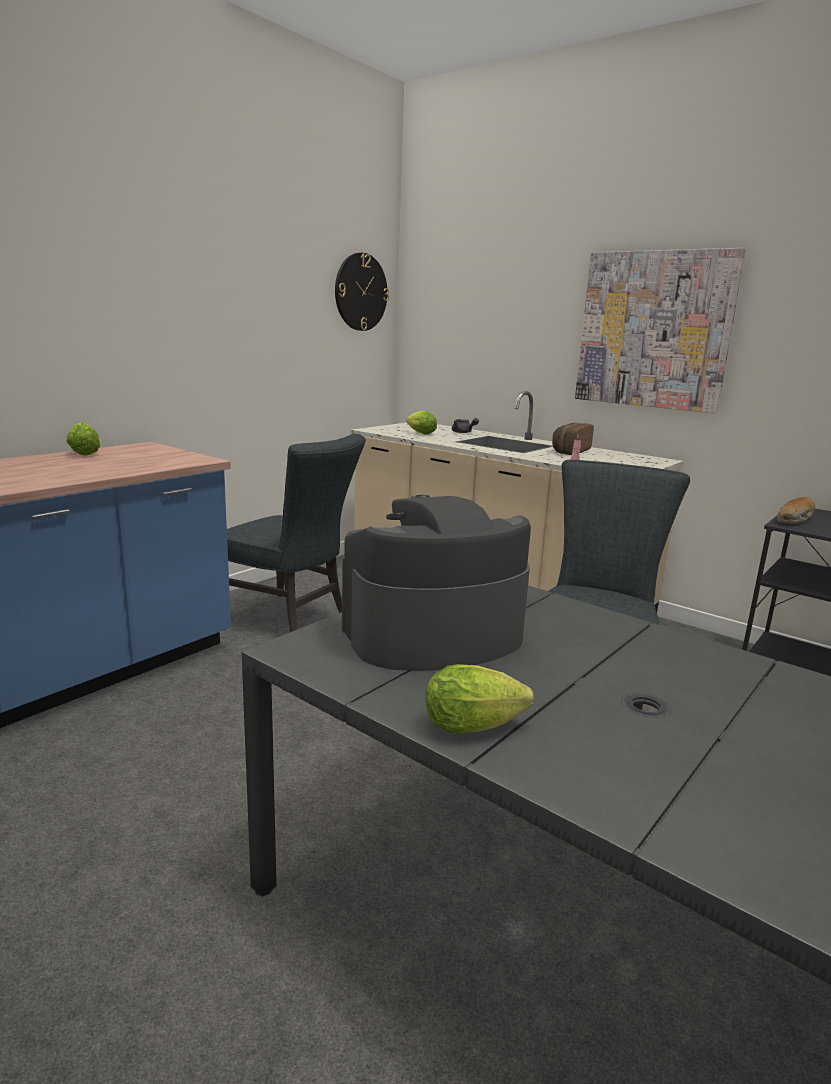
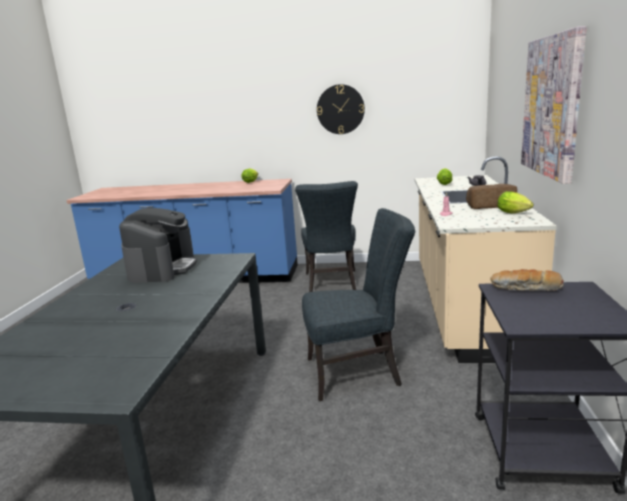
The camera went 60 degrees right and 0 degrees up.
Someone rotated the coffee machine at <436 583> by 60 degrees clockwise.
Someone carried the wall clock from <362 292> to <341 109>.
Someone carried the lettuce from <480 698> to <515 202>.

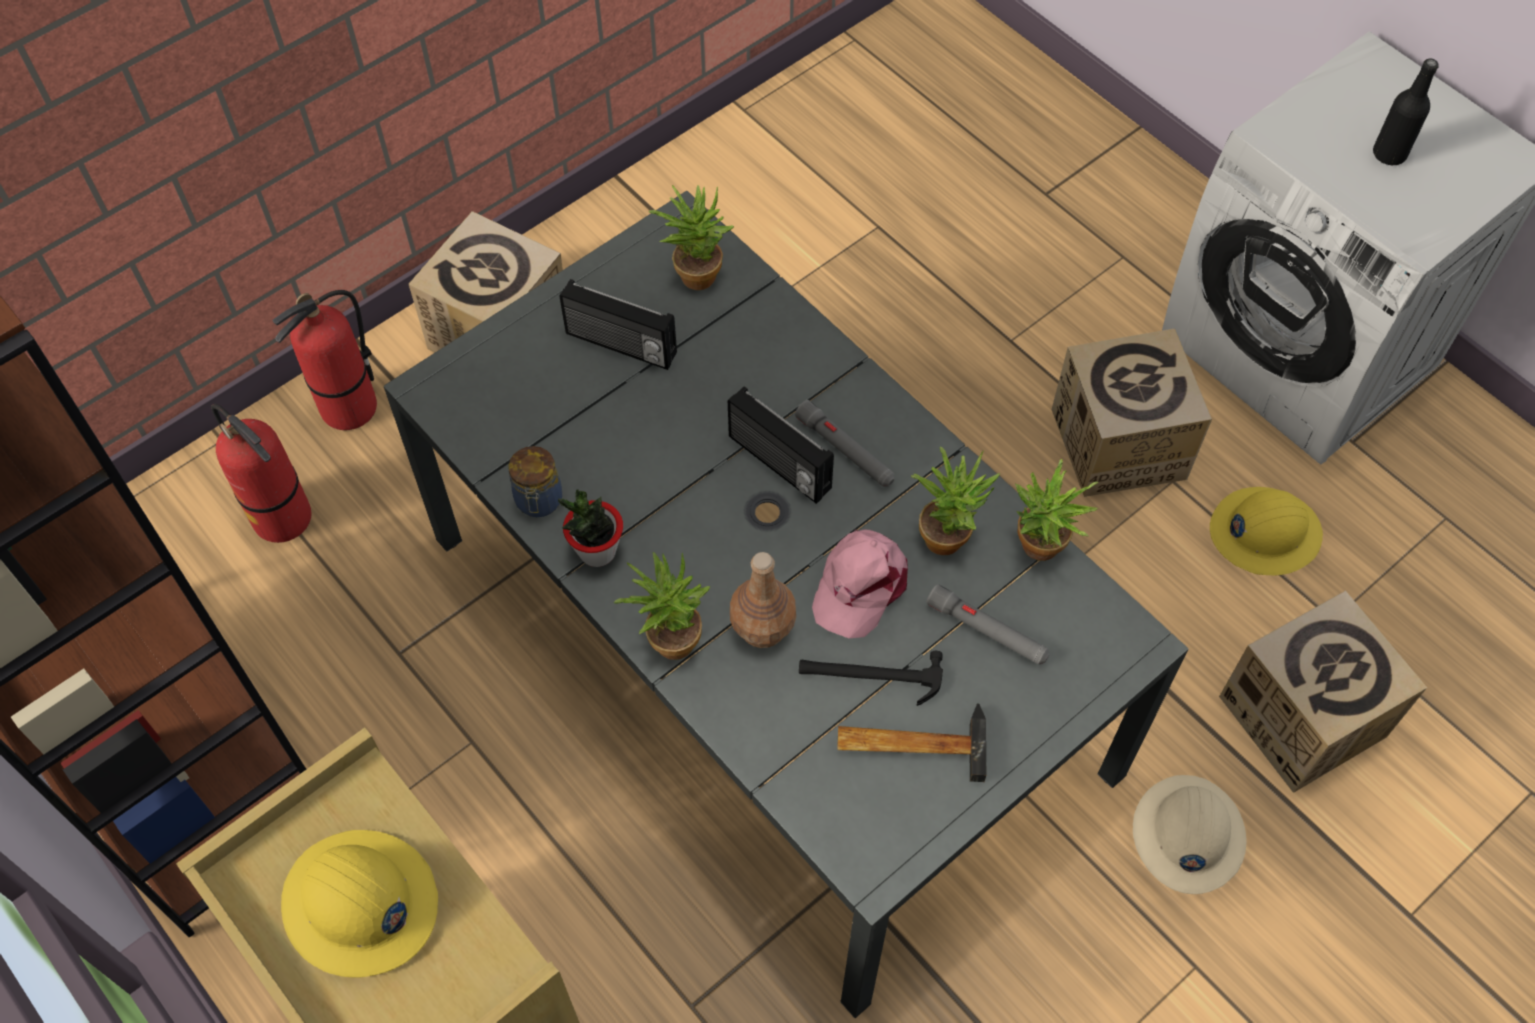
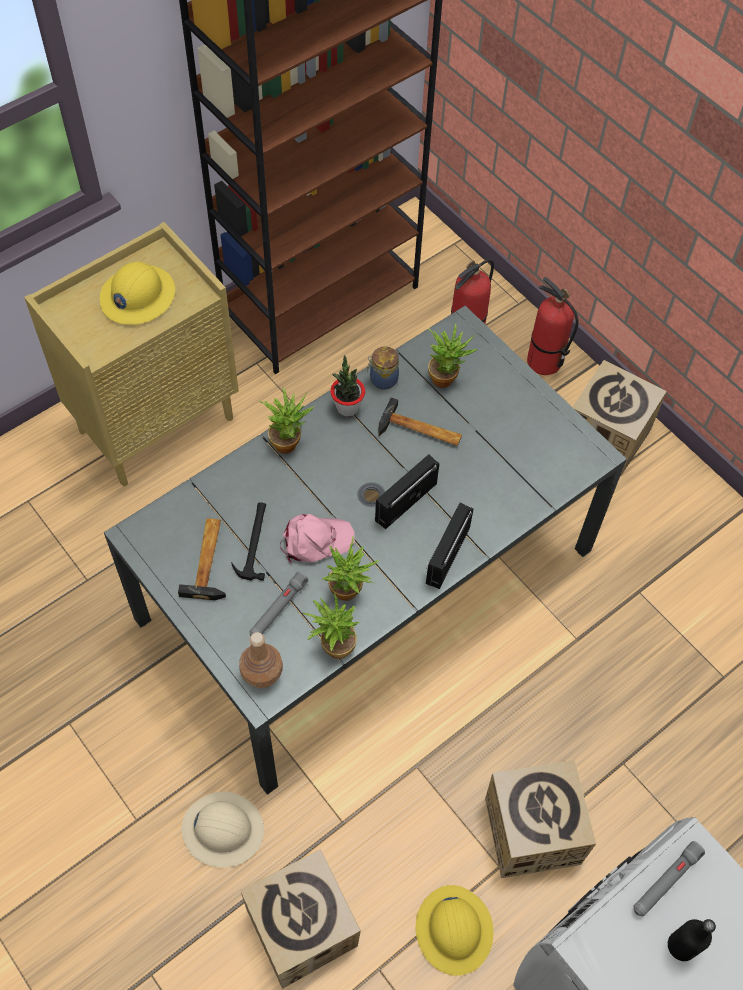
The camera went 90 degrees right and 0 degrees up.
Someone carried the bottle (brown) from <763 600> to <261 660>.
Someone rotated the cap (pink) at <860 583> by 135 degrees clockwise.
Someone put down the hammer at <420 421>.
Someone carried the radio from <618 324> to <449 546>.
Someone carried the potted plant from <691 237> to <453 356>.
Someone carried the flashlight (grey) from <845 443> to <669 878>.

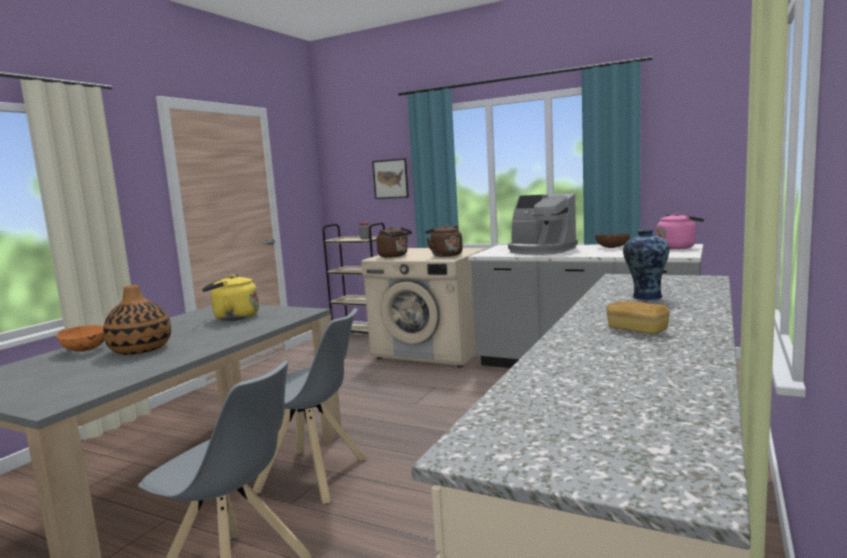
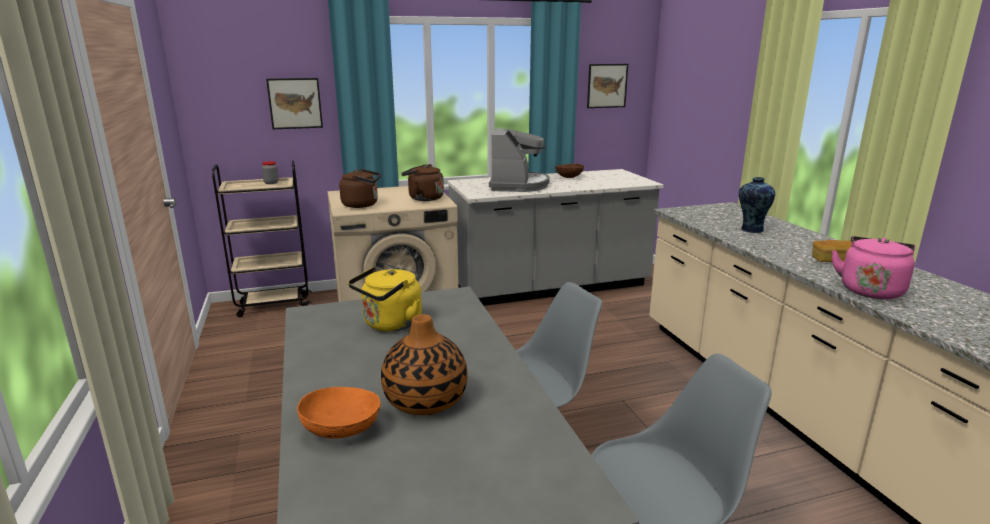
The camera went 45 degrees left and 10 degrees up.
Someone rotated the coffee machine at <543 224> by 75 degrees counterclockwise.
Someone put up the picture at <607 86>.
Someone carried the kettle (pink) from <680 231> to <873 267>.

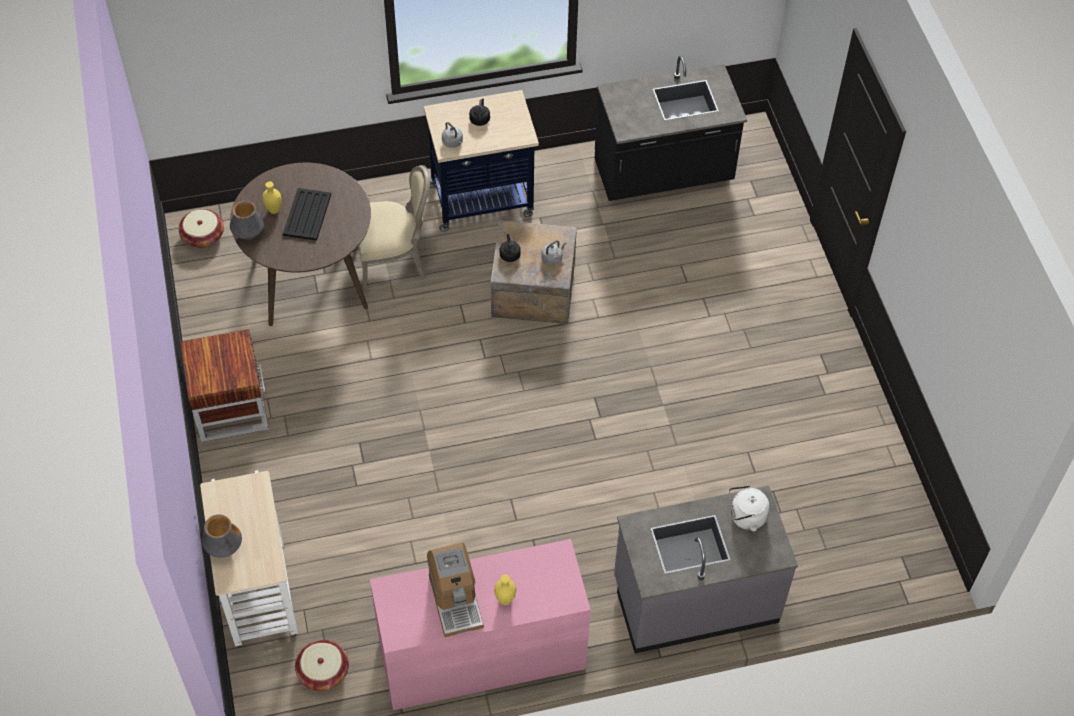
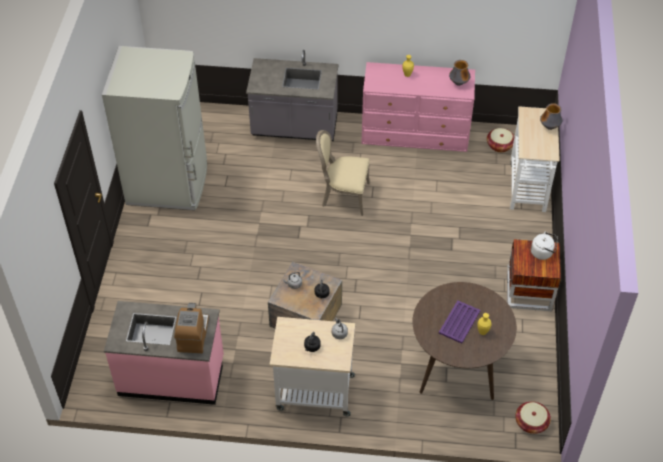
The camera went 160 degrees left and 5 degrees down.
Someone put down the fridge (white) at <154 128>.
Someone repainted the counter (black) at <671 128>, which became the counter (pink) at <164 353>.
Someone carried the coffee machine from <455 590> to <191 328>.
Someone repainted the cart (blue) at <481 161>, which became the cart (white) at <312 366>.
Someone carried the chair (beige) from <394 228> to <343 173>.
Someone repainted the tray (black) at <307 214>, which became the tray (purple) at <460 322>.
Someone carried the vase from <247 220> to <459 73>.
Someone carried the kettle (white) from <749 508> to <544 246>.

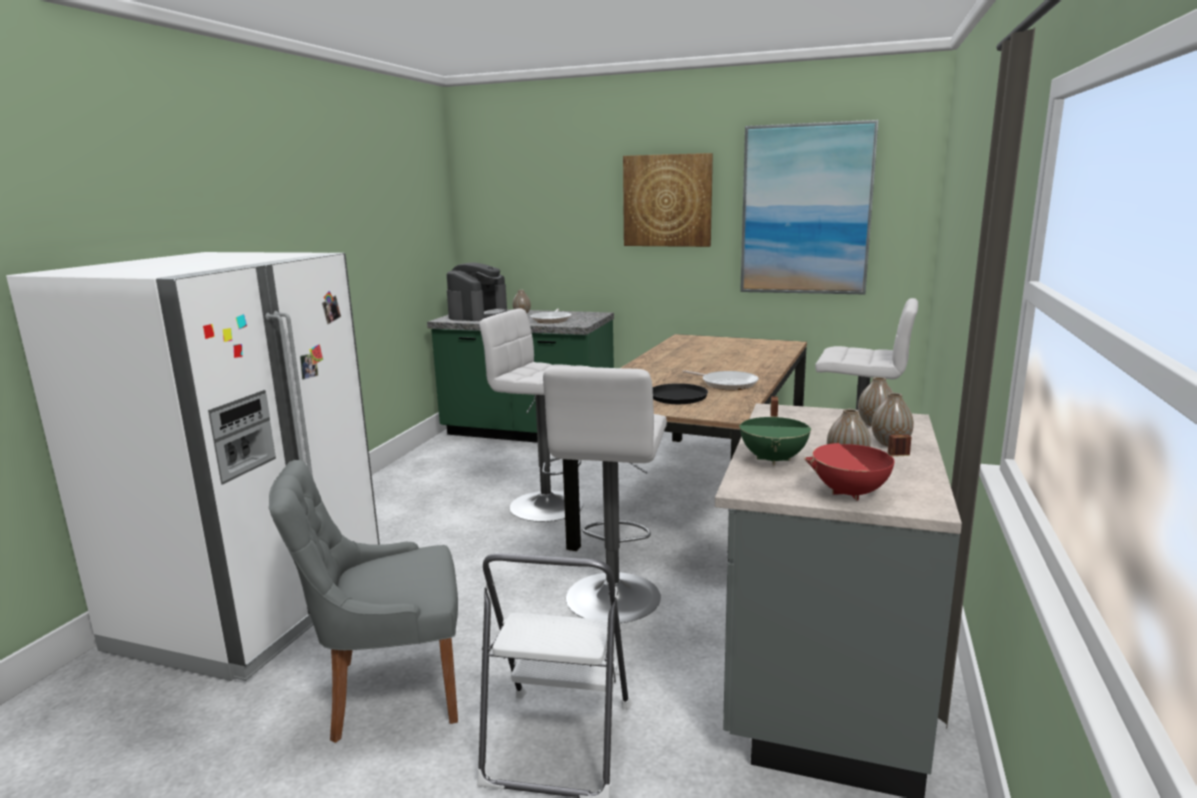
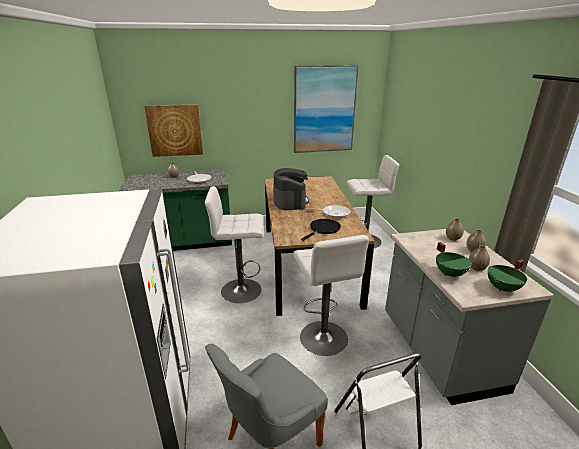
The camera went 30 degrees left and 10 degrees up.
Someone carried the picture from <668 200> to <173 130>.
Someone carried the coffee machine from <477 291> to <291 189>.
Someone repainted the cooking pot (red) at <858 467>, which became the cooking pot (green) at <507 276>.

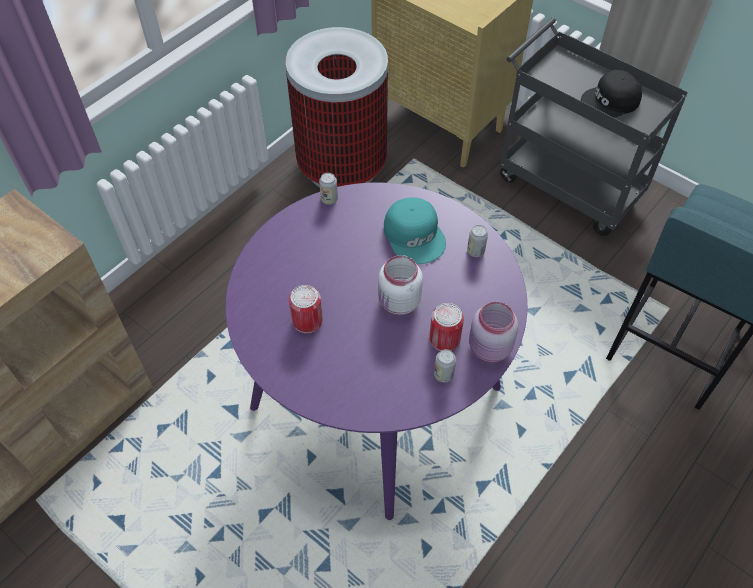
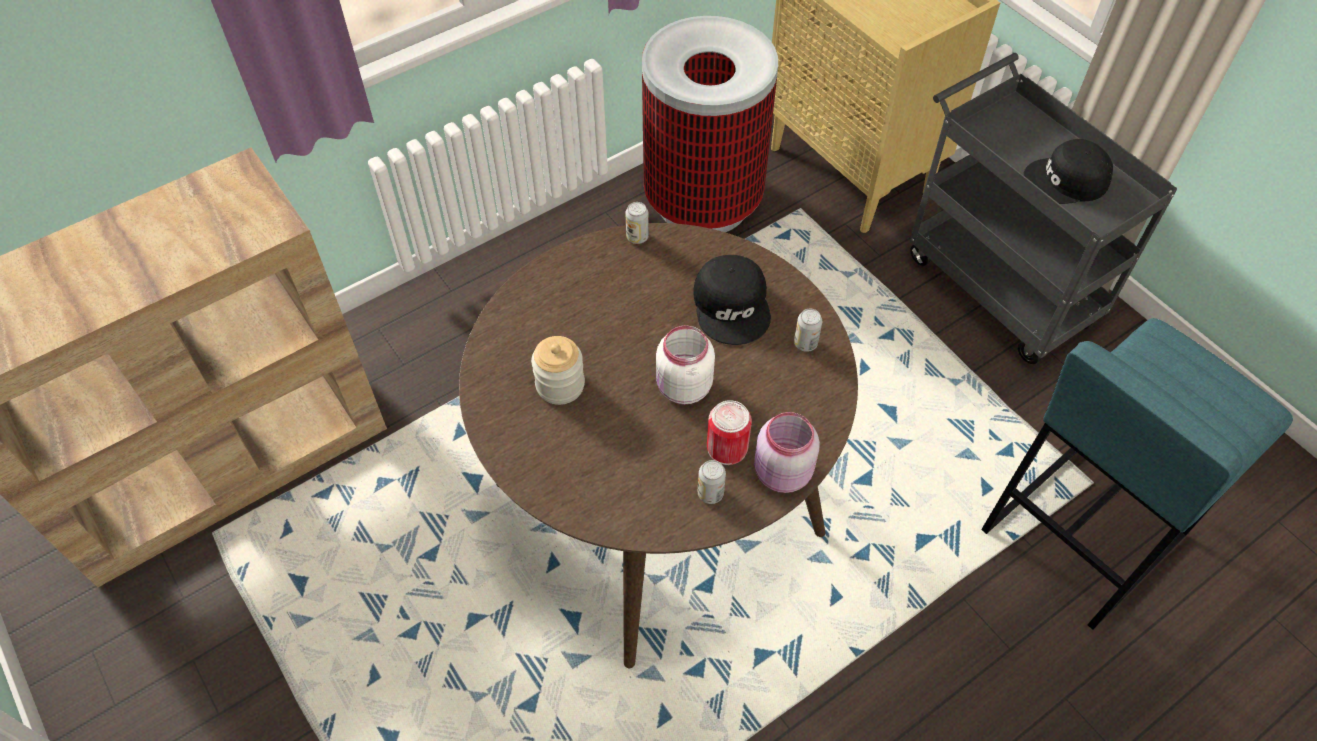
The camera went 15 degrees right and 0 degrees up.
Someone repainted the dining table (purple) at <376 351>, which became the dining table (brown) at <658 445>.
Someone swapped the can at <306 309> for the jar at <558 370>.
Someone repainted the cap (turquoise) at <415 230>, which became the cap (black) at <732 300>.

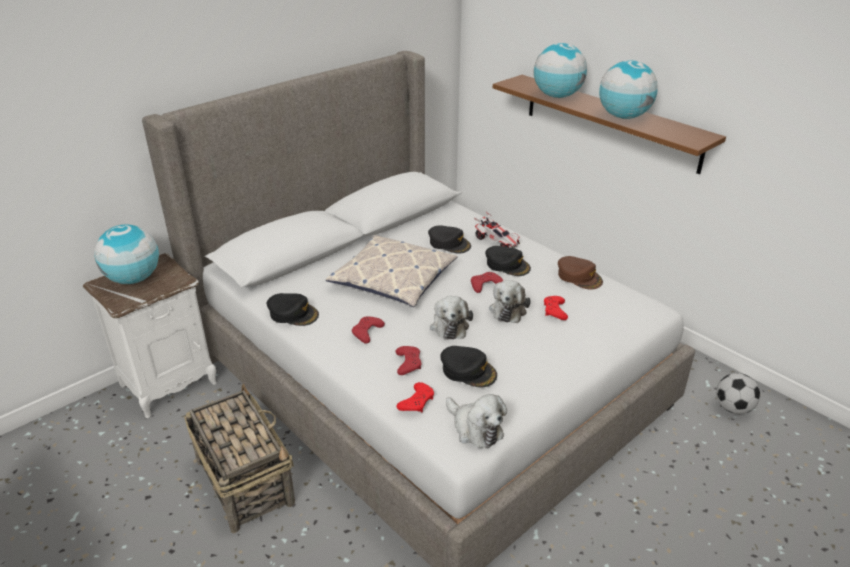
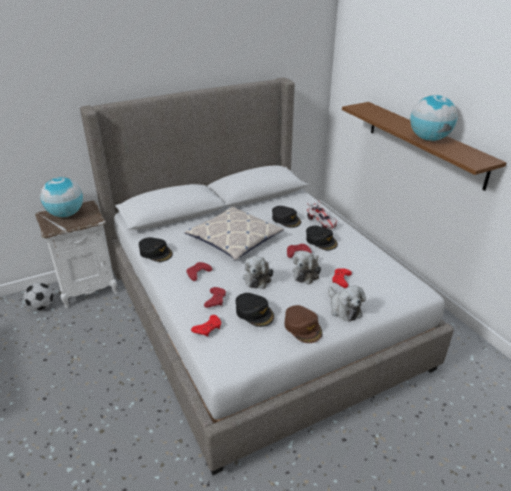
The camera went 15 degrees right and 0 degrees up.
Someone carried the football from <738 393> to <38 296>.
Someone carried the cap (brown) from <580 273> to <303 324>.
Someone carried the plush toy from <476 421> to <347 304>.
Someone took away the basket at <239 458>.
Someone took away the globe at <560 70>.

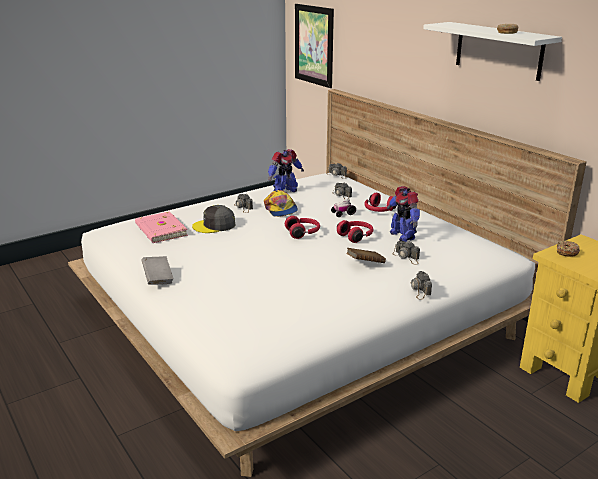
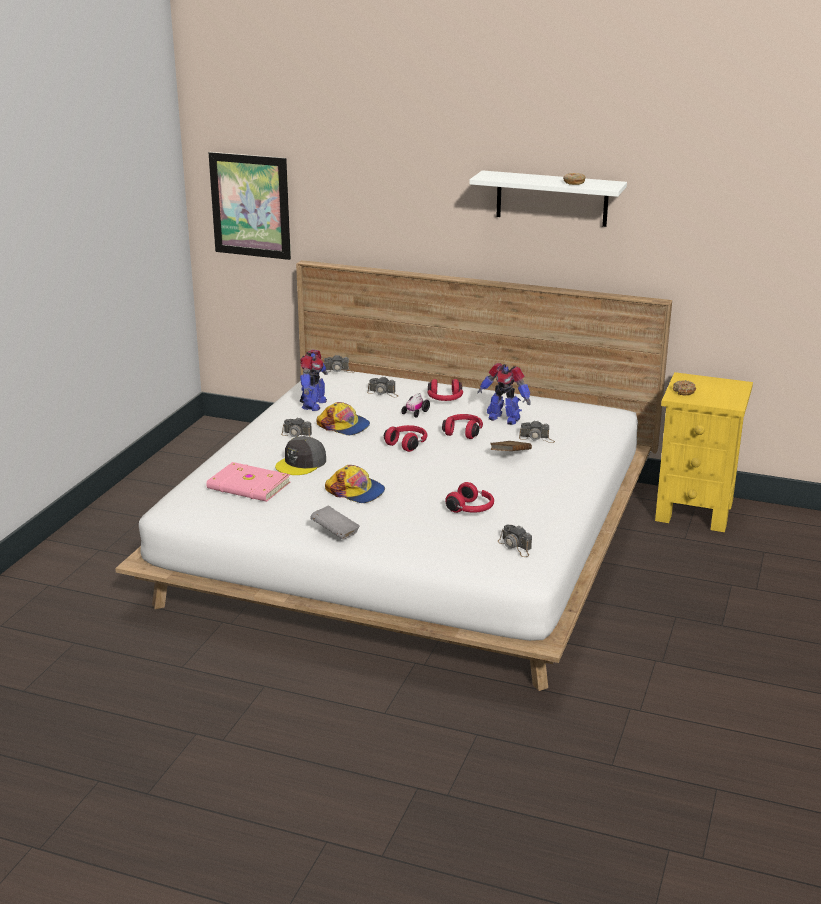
The camera went 35 degrees left and 0 degrees up.
Someone put down the cap at <355 484>.
Someone put down the headphones (red) at <469 497>.
Someone carried the photo camera from <421 285> to <514 541>.

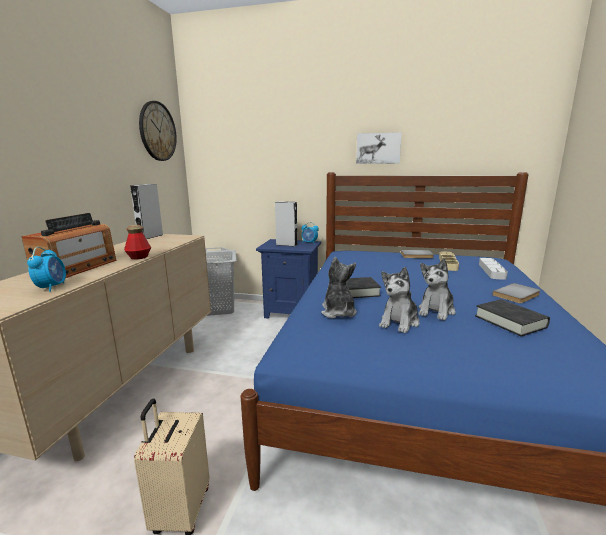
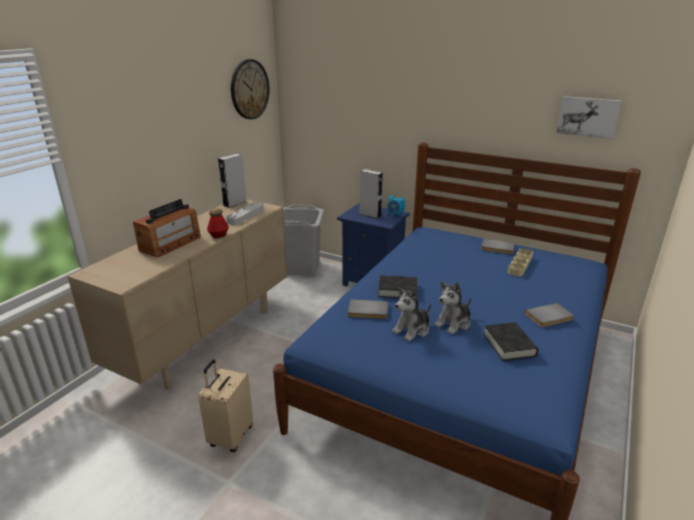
The camera went 15 degrees right and 10 degrees up.
Someone carried the tray (grey) from <493 269> to <245 213>.
Someone swapped the plush toy at <339 287> for the book (grey) at <368 309>.
Someone carried the picture from <379 148> to <589 117>.
Someone took away the alarm clock at <46 269>.

